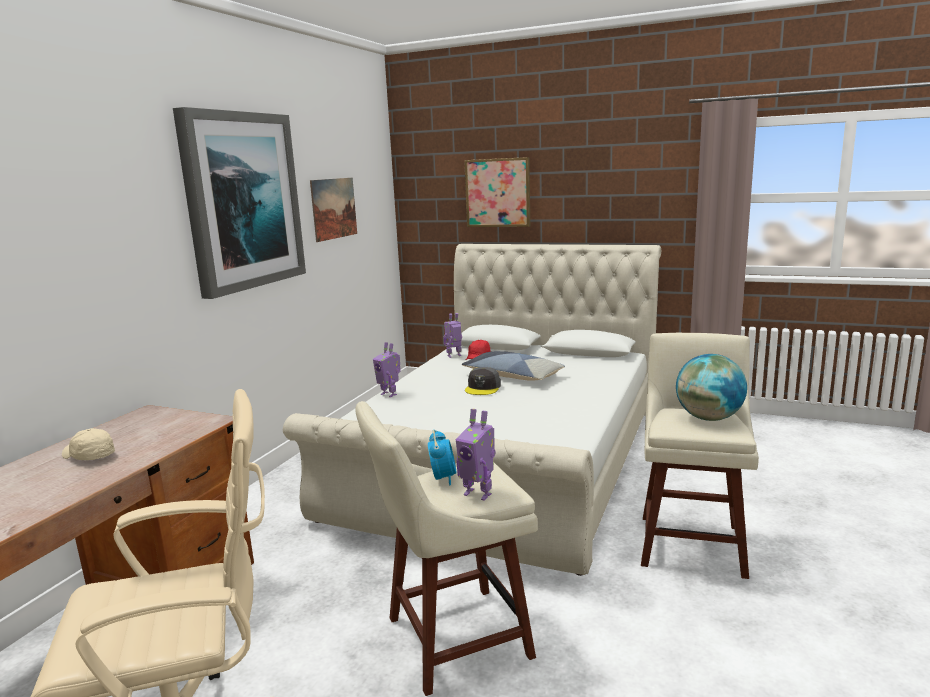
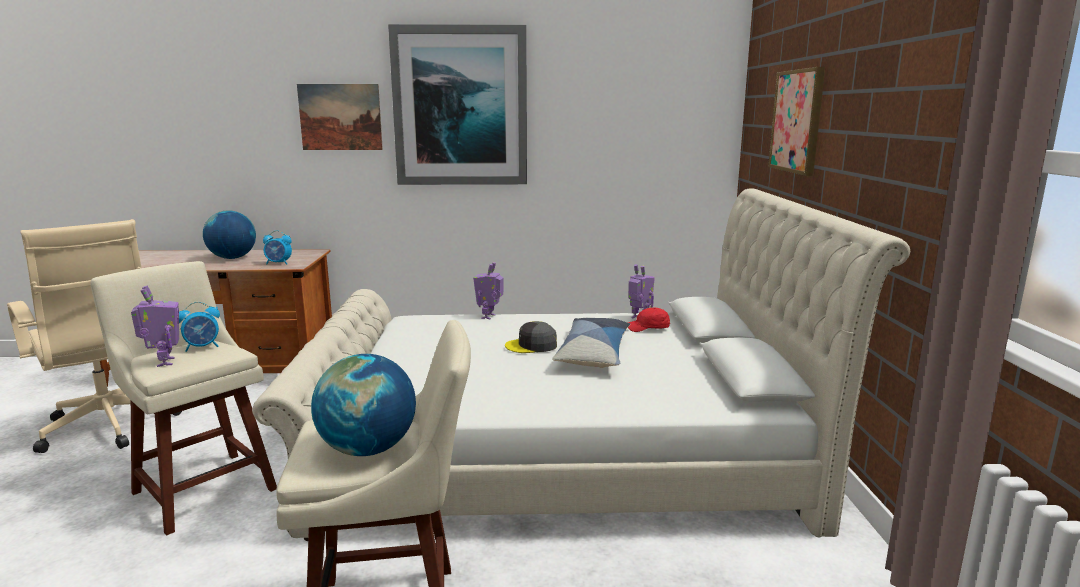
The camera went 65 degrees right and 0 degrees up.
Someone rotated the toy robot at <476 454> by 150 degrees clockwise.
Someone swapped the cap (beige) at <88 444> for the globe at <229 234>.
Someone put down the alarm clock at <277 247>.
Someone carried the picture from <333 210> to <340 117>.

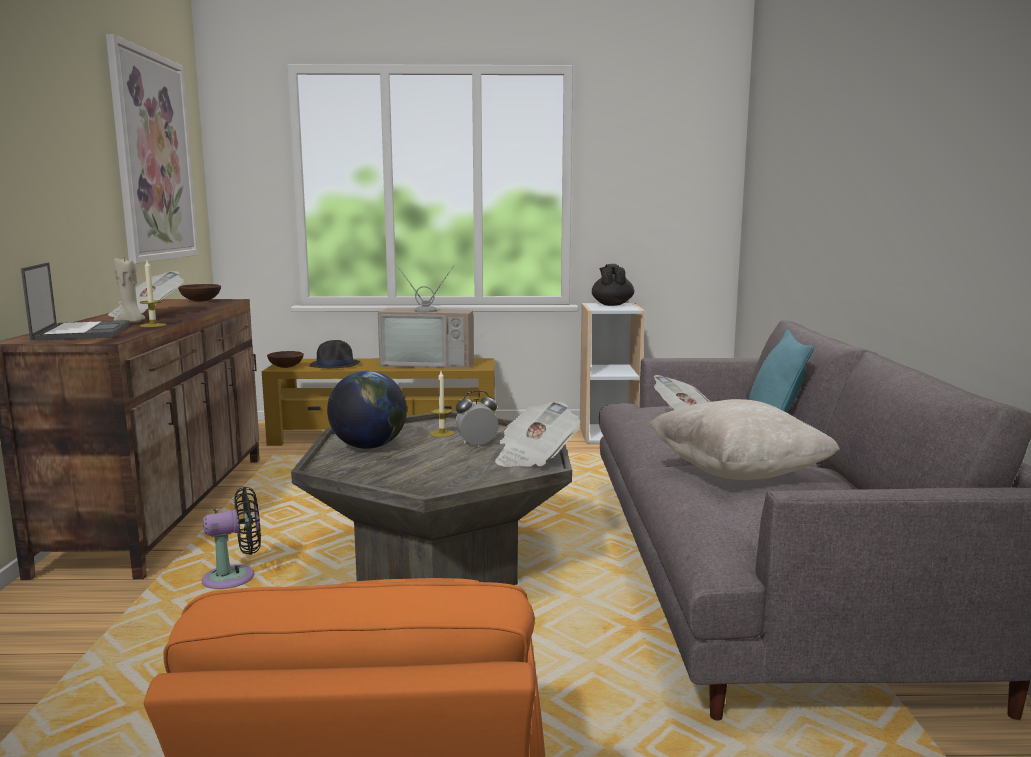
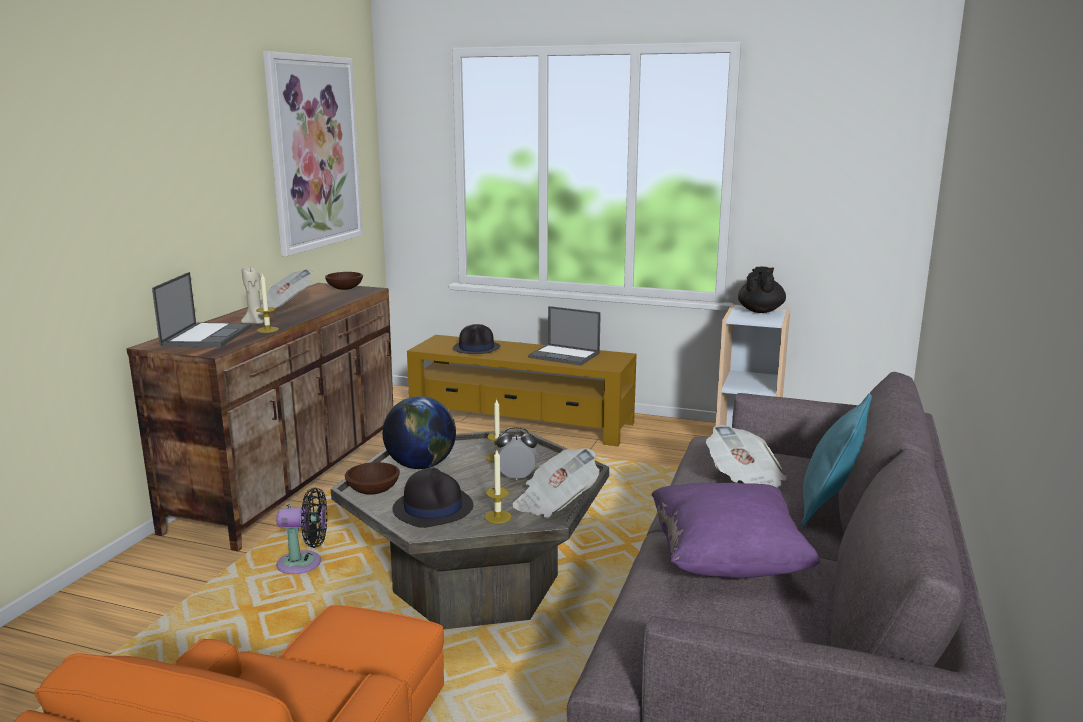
The camera went 20 degrees right and 5 degrees up.
Someone carried the bowl (brown) from <285 359> to <372 478>.
Someone put down the hat (black) at <432 498>.
Someone put down the candle at <498 486>.
Someone swapped the television at <426 317> for the laptop at <564 336>.
Someone repainted the pillow (beige) at <744 439>, which became the pillow (purple) at <735 530>.

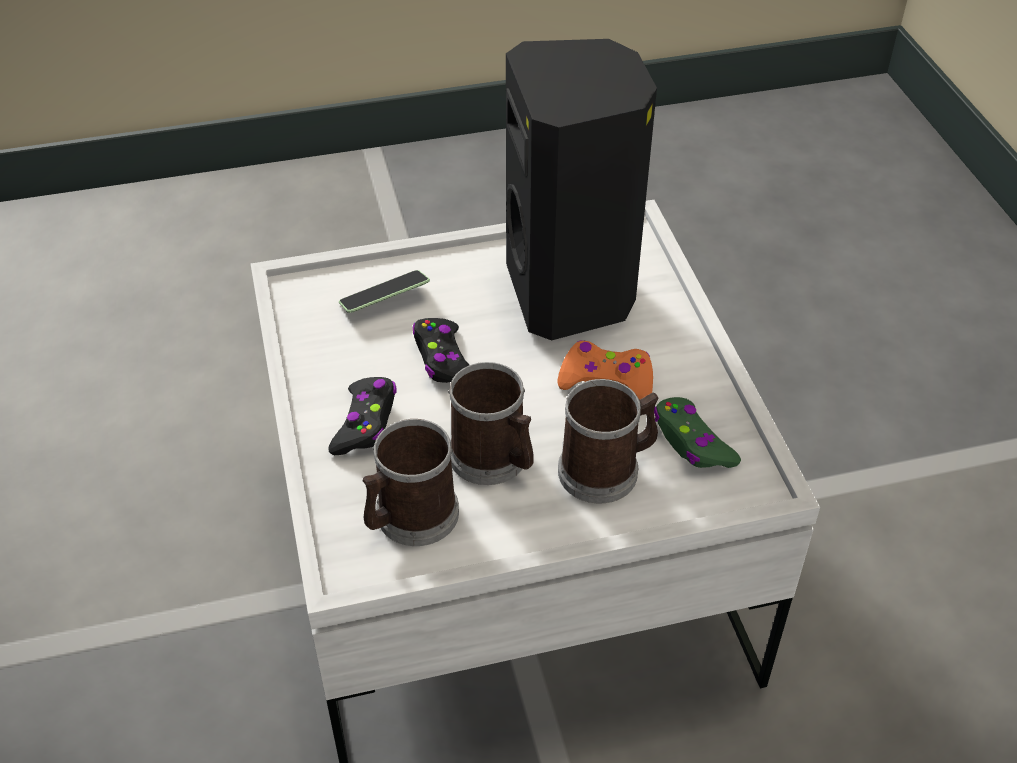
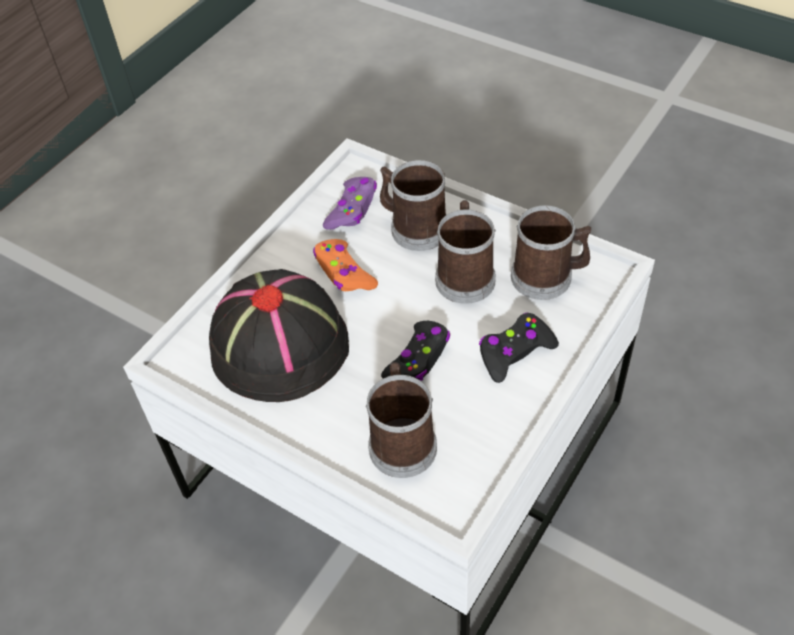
The camera went 130 degrees left and 5 degrees up.
Someone swapped the speaker (black) at <581 190> for the hat (black) at <279 335>.
Someone repainted the game controller (green) at <697 432>, which became the game controller (purple) at <350 203>.
Someone swapped the phone at <384 291> for the mug at <401 420>.

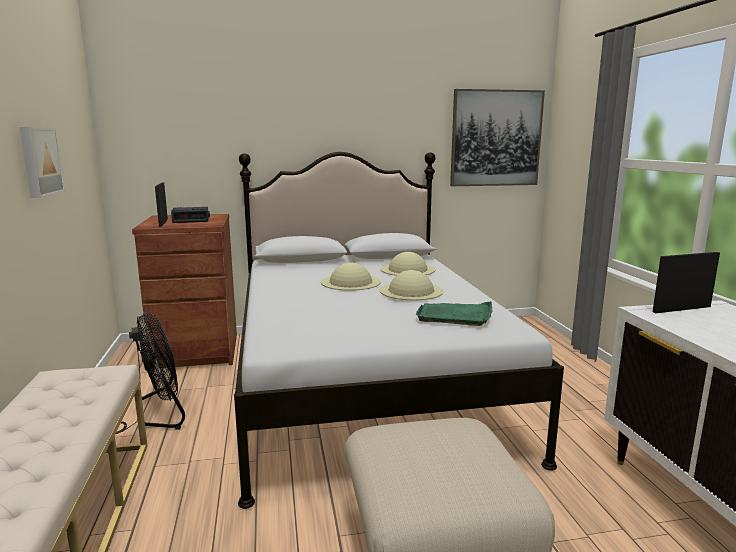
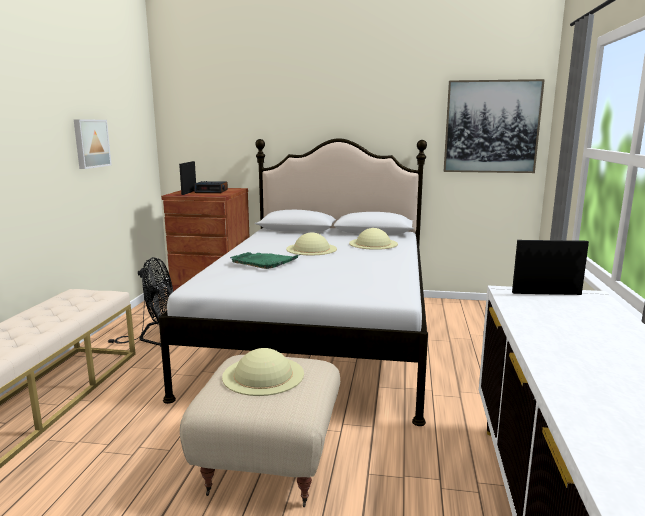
The camera went 20 degrees right and 0 degrees up.
Someone carried the hat (beige) from <411 285> to <263 372>.
Someone carried the tray (green) from <454 314> to <264 260>.

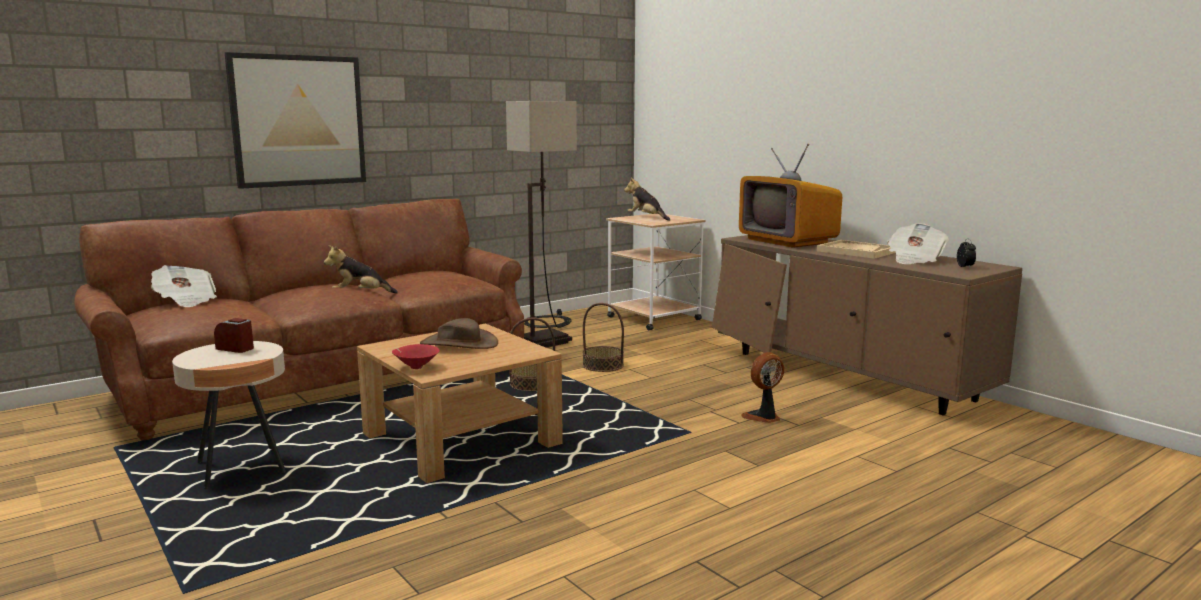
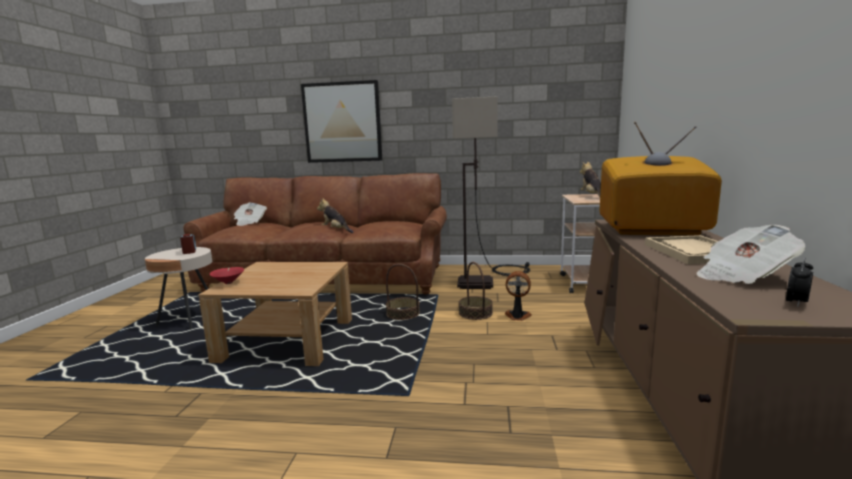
The camera went 45 degrees right and 0 degrees up.
Someone carried the fan from <762 387> to <518 296>.
Someone rotated the television at <790 196> by 90 degrees clockwise.
Someone took away the hat (brown) at <459 333>.

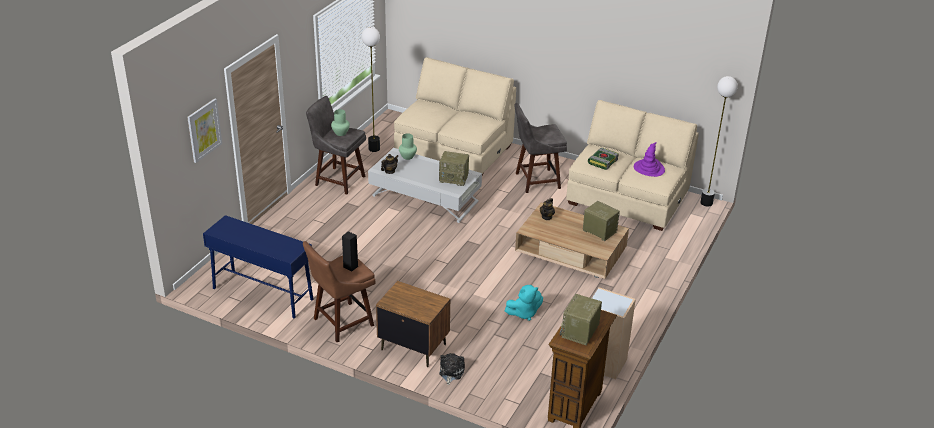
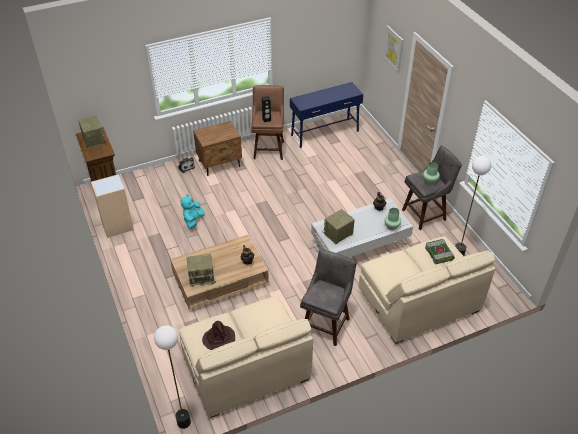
The camera went 130 degrees right and 10 degrees up.
Someone repainted the hat (purple) at <649 159>, which became the hat (brown) at <218 335>.
Someone carried the book from <603 159> to <440 251>.

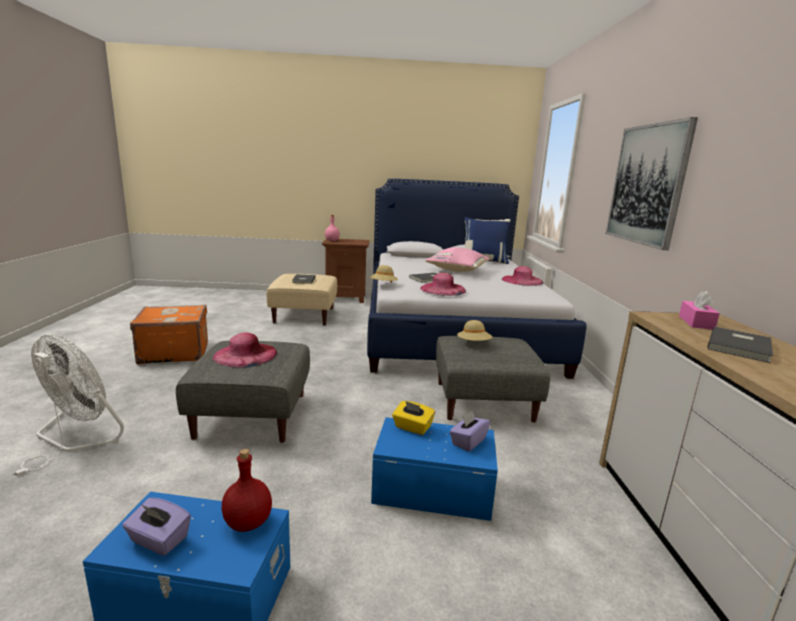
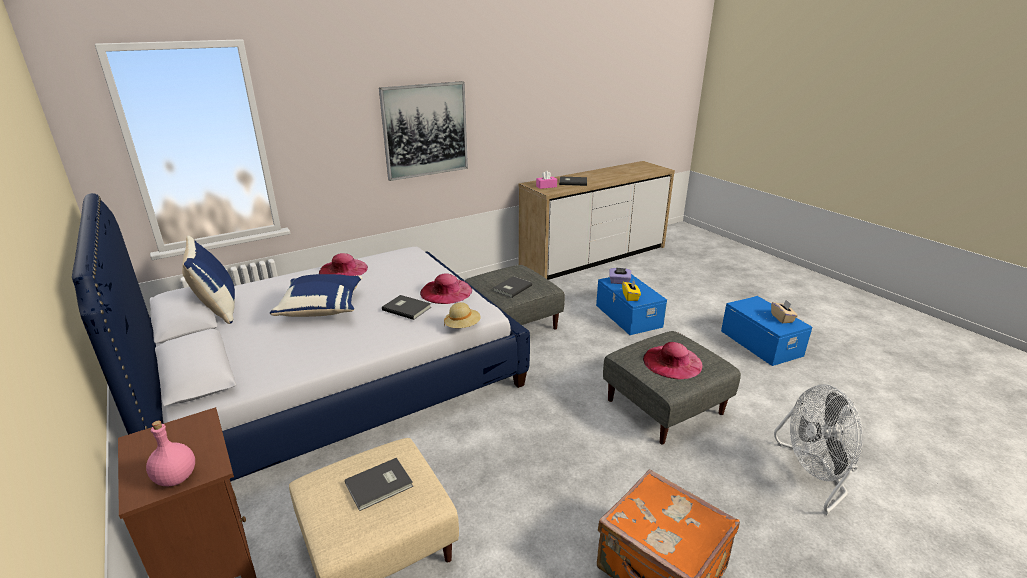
The camera went 120 degrees left and 10 degrees up.
Someone repainted the pillow (pink) at <457 259>, which became the pillow (blue) at <316 295>.
Someone swapped the hat (beige) at <474 330> for the book (grey) at <512 287>.
Someone repainted the tissue box (purple) at <156 527>, which became the tissue box (beige) at <784 311>.
Someone took away the bottle (red) at <246 490>.

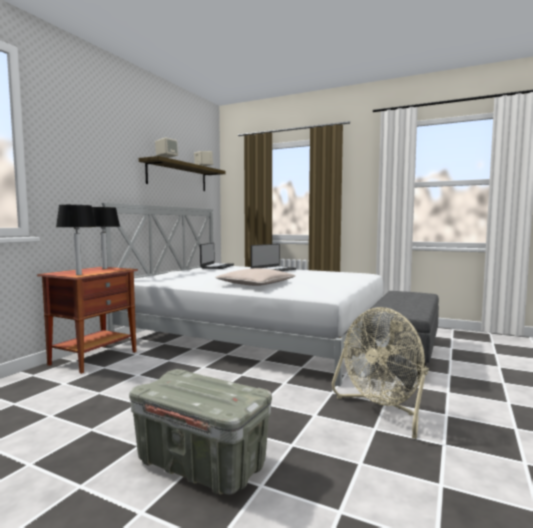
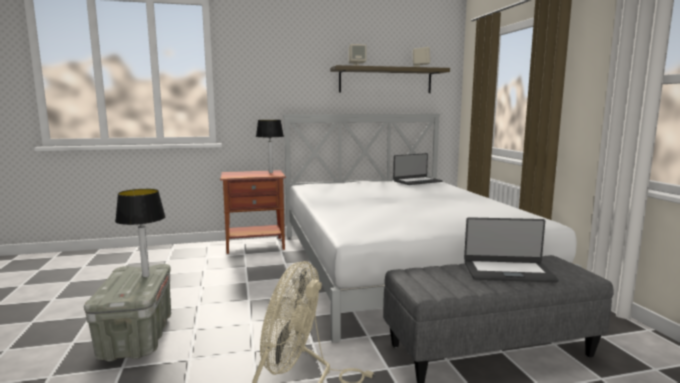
The camera went 50 degrees right and 5 degrees up.
Someone carried the table lamp from <76 240> to <140 233>.
Someone carried the laptop from <273 257> to <511 250>.
Someone took away the pillow (beige) at <255 277>.

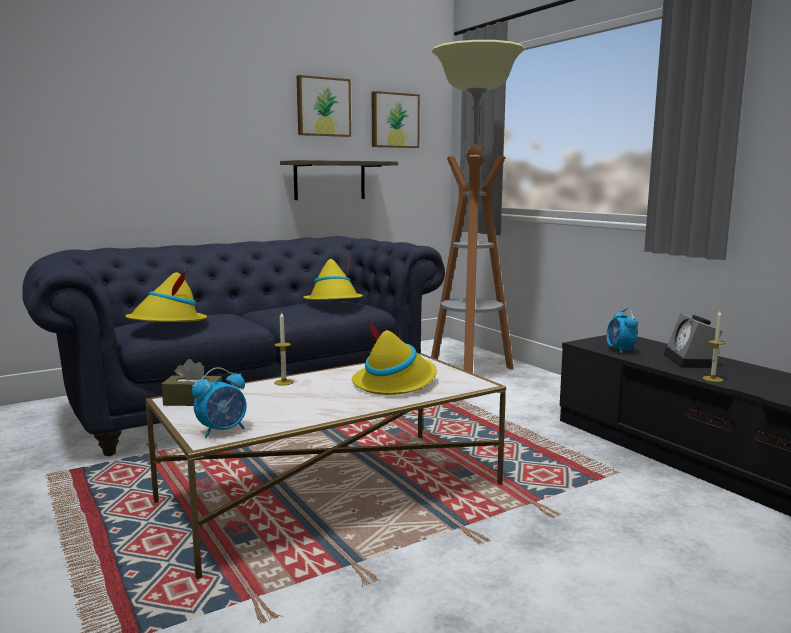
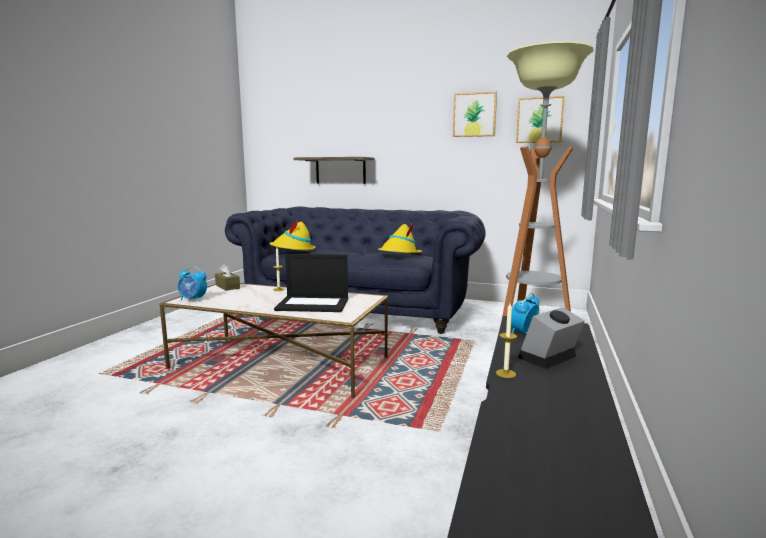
The camera went 50 degrees right and 0 degrees up.
Someone swapped the hat (yellow) at <394 357> for the laptop at <311 283>.
Someone carried the shelf from <339 180> to <334 170>.

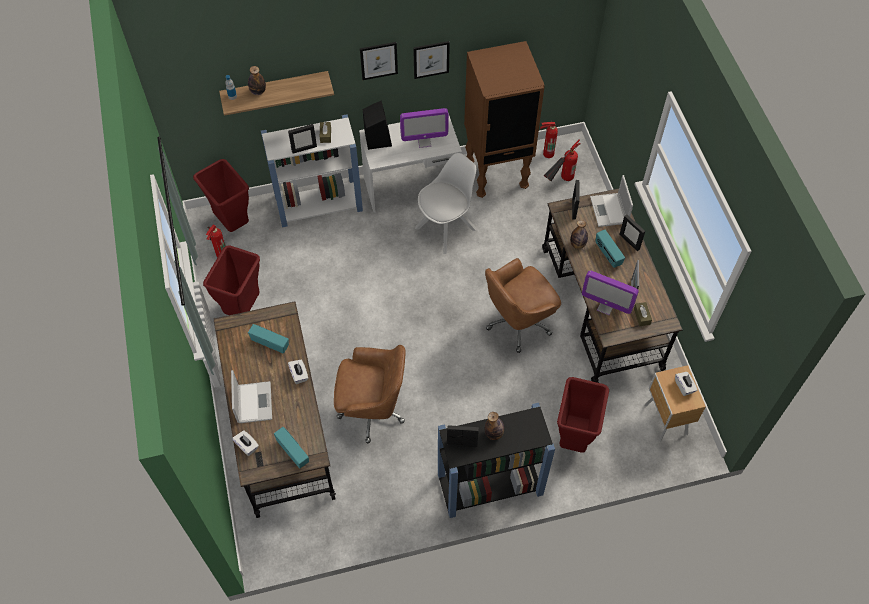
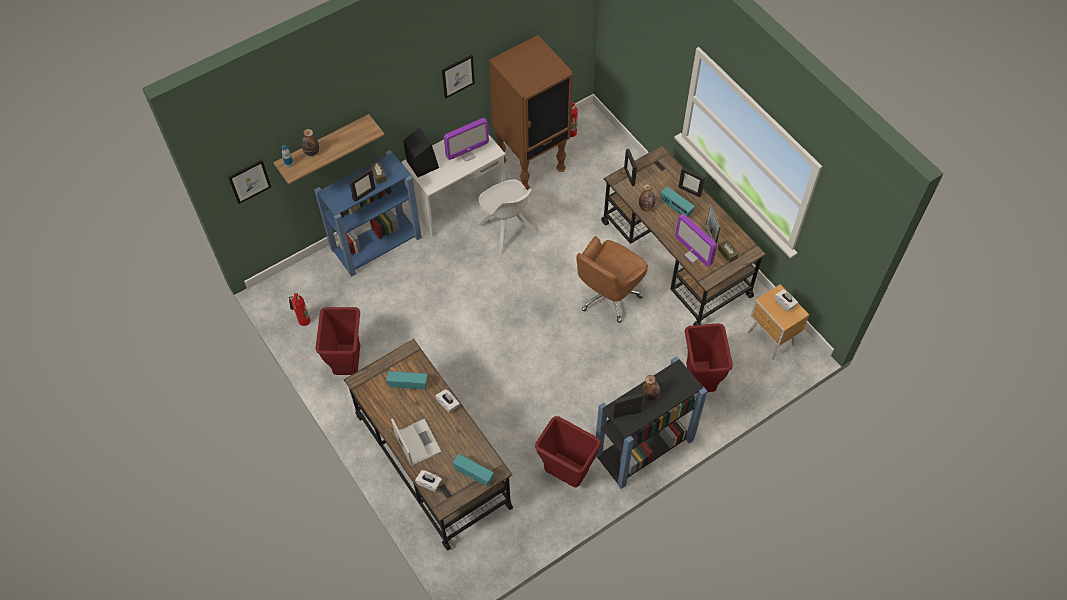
The camera went 20 degrees left and 0 degrees up.
Someone carried the picture from <379 61> to <249 182>.
Someone repainted the bookcase (white) at <312 171>, which became the bookcase (blue) at <368 213>.
Someone rotated the chair (white) at <446 203> by 120 degrees clockwise.
Someone carried the trash can (red) from <221 195> to <568 452>.
Someone rotated the monitor at <610 293> by 45 degrees clockwise.
Someone took away the office chair (brown) at <370 394>.
Someone took away the fire extinguisher at <562 161>.
Someone took away the laptop at <611 201>.

